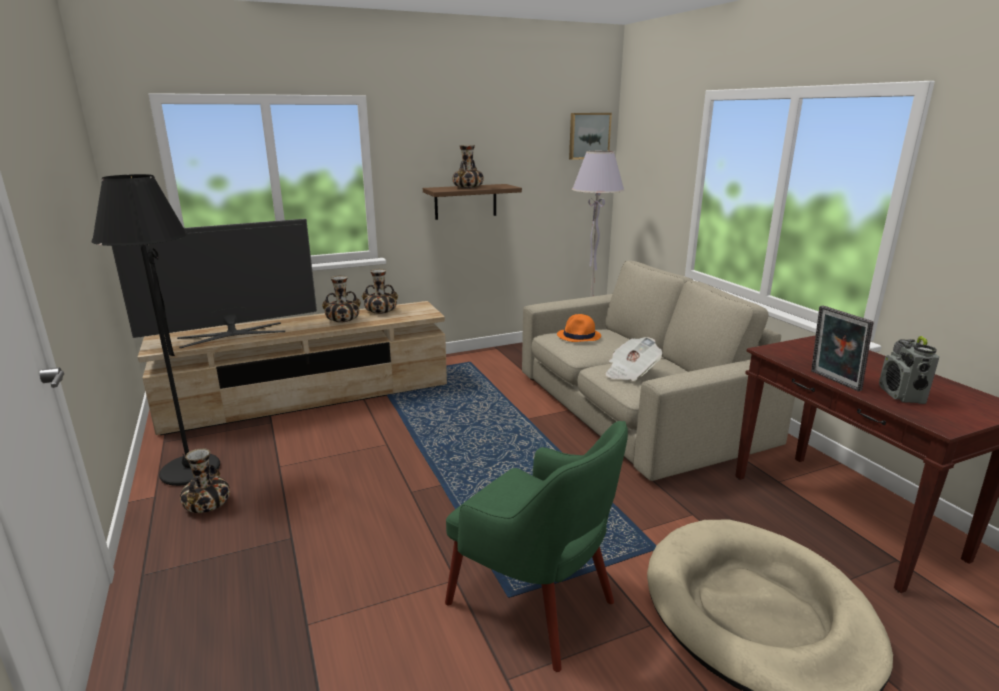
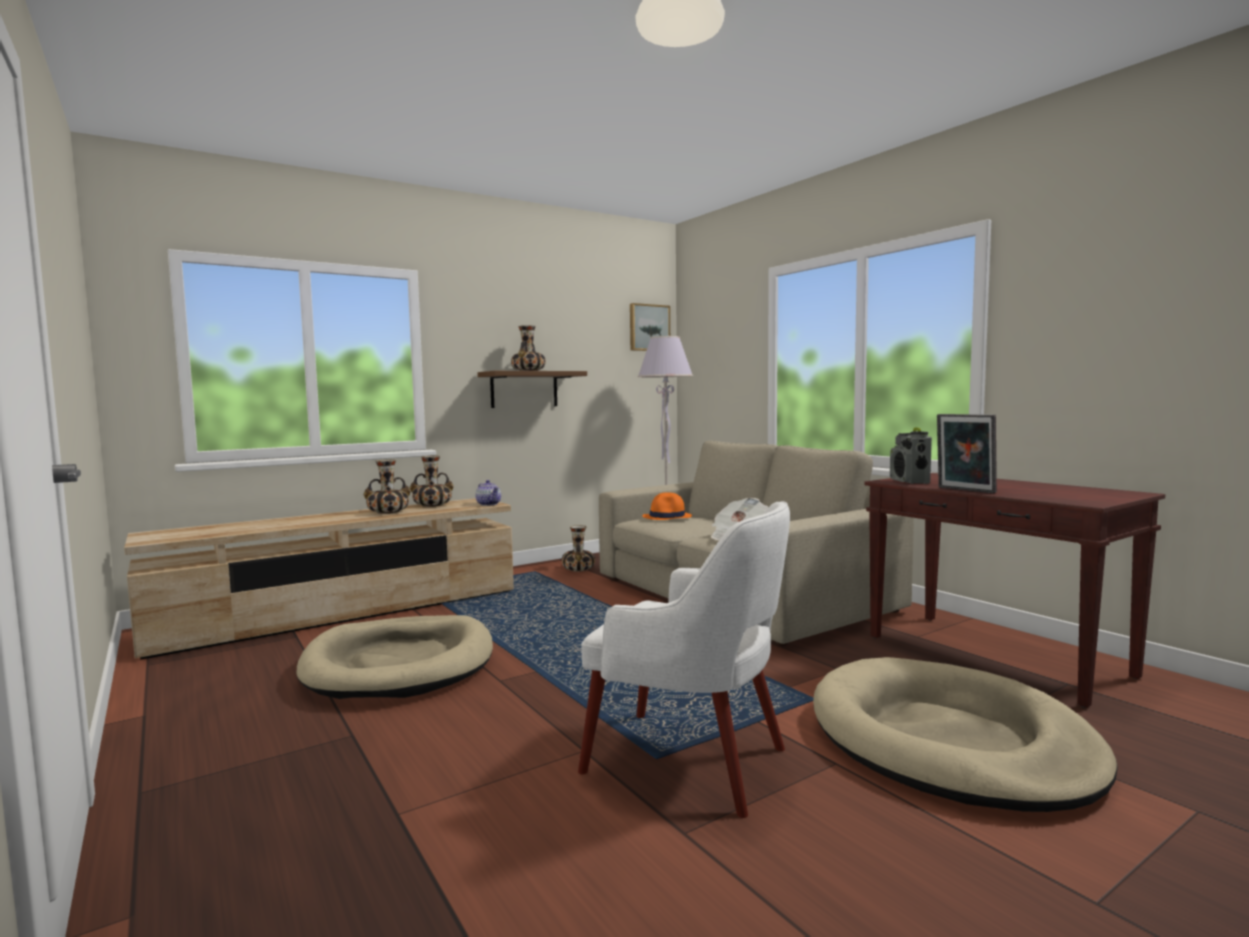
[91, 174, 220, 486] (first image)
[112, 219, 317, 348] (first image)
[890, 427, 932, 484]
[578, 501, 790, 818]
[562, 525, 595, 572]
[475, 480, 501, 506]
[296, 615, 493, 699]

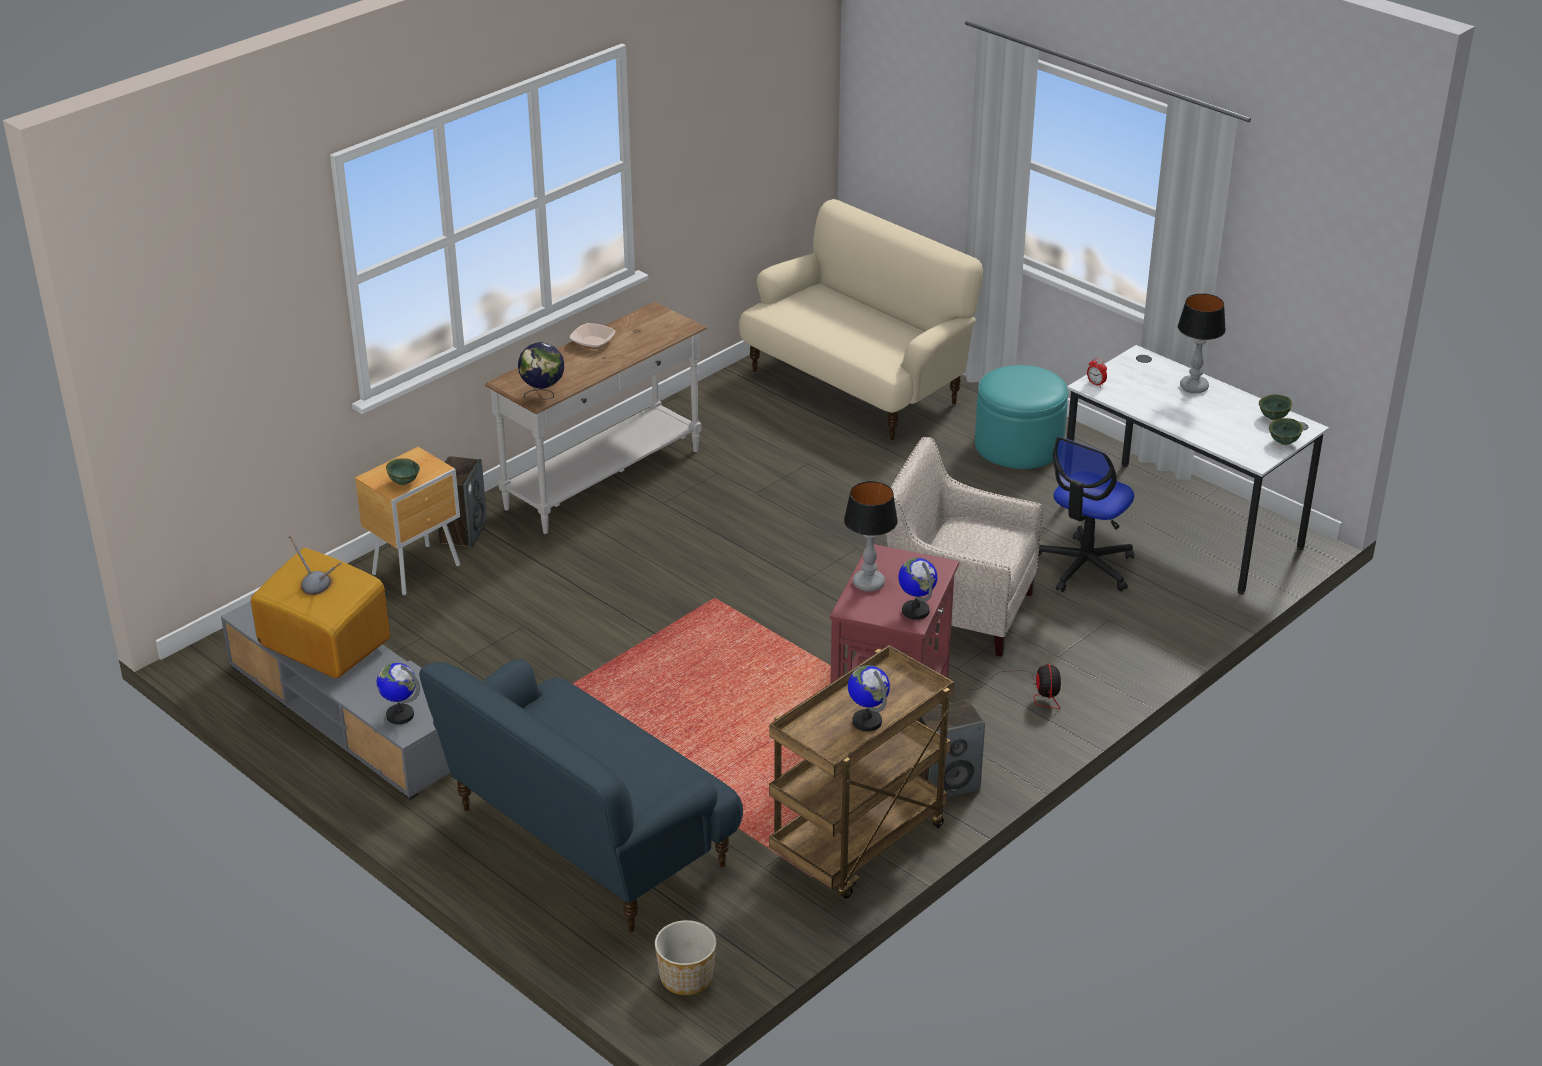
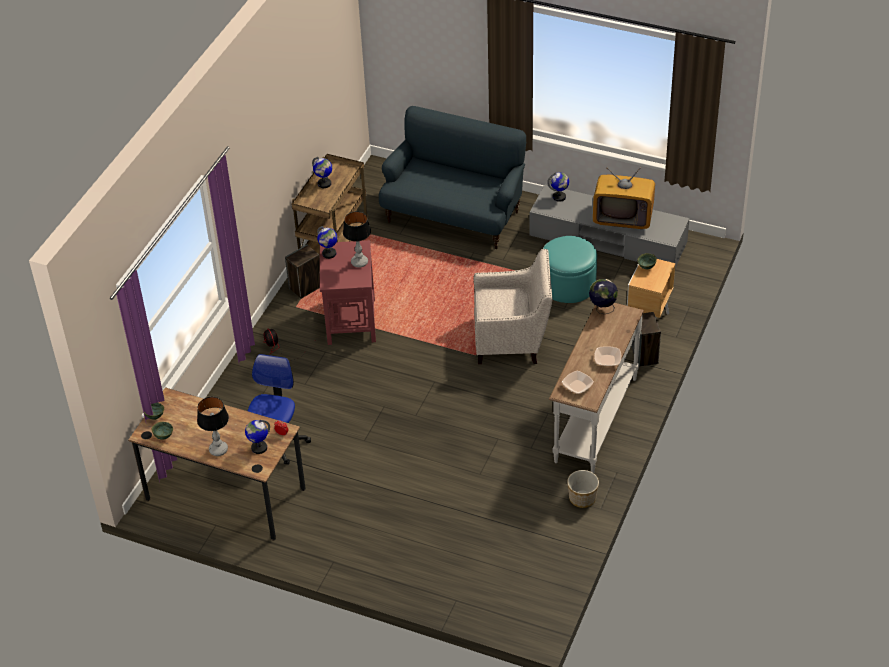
[739, 199, 983, 441] (first image)
[128, 387, 305, 541]
[543, 236, 597, 303]
[473, 249, 552, 364]
[567, 470, 599, 508]
[562, 371, 594, 394]
[245, 420, 270, 454]

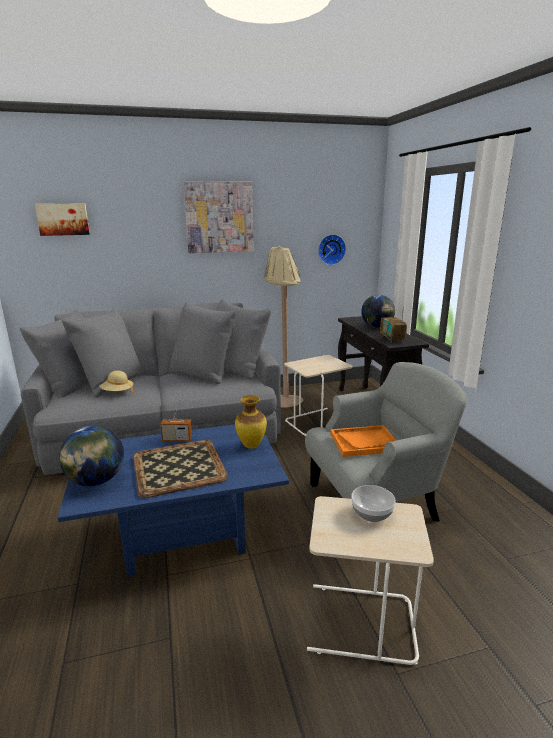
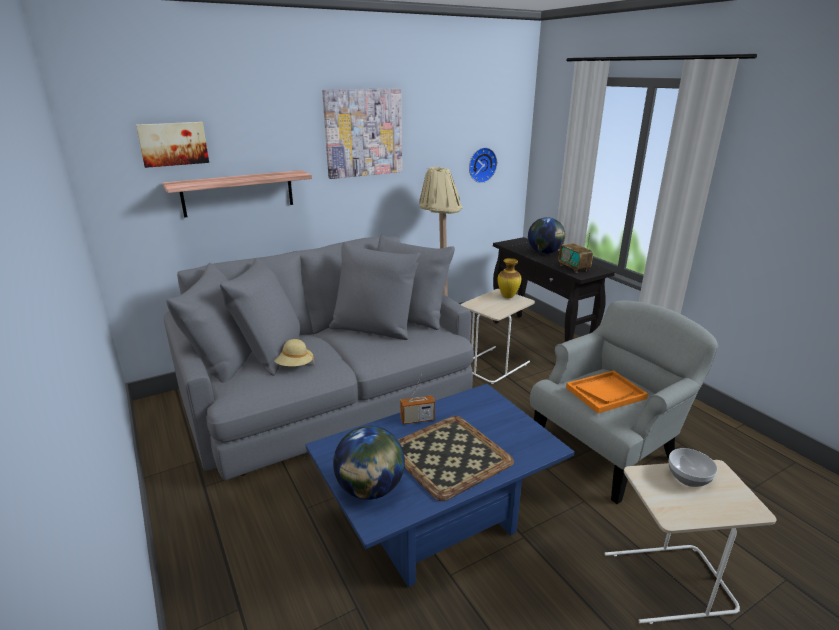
[497, 258, 521, 298]
[163, 170, 312, 218]

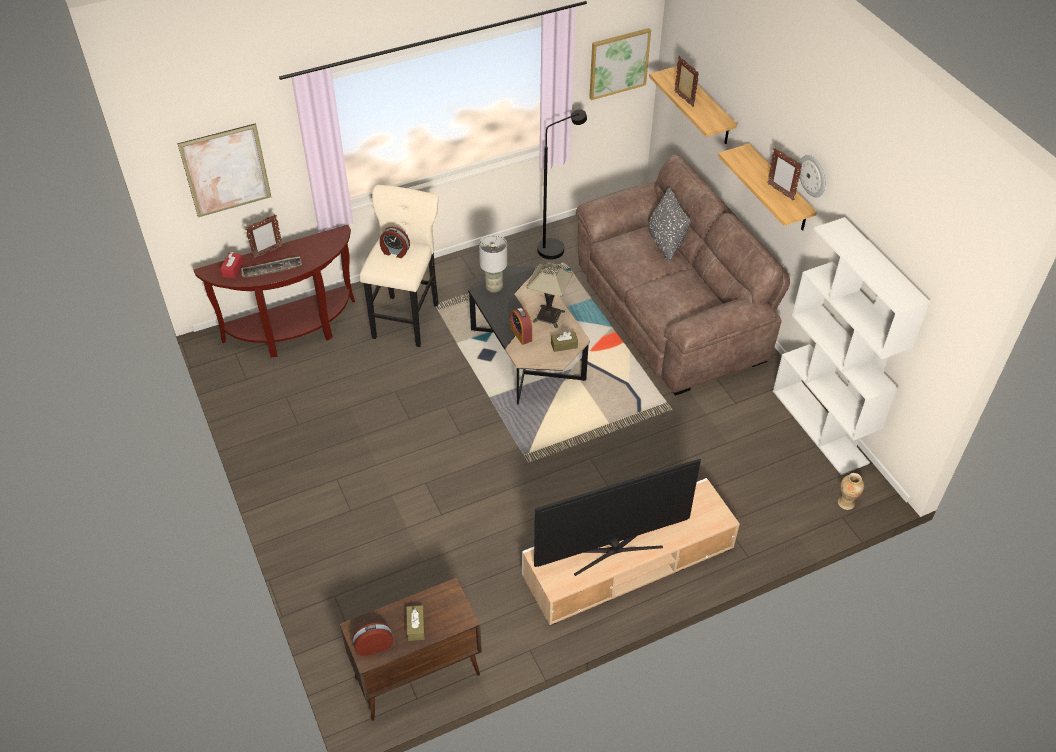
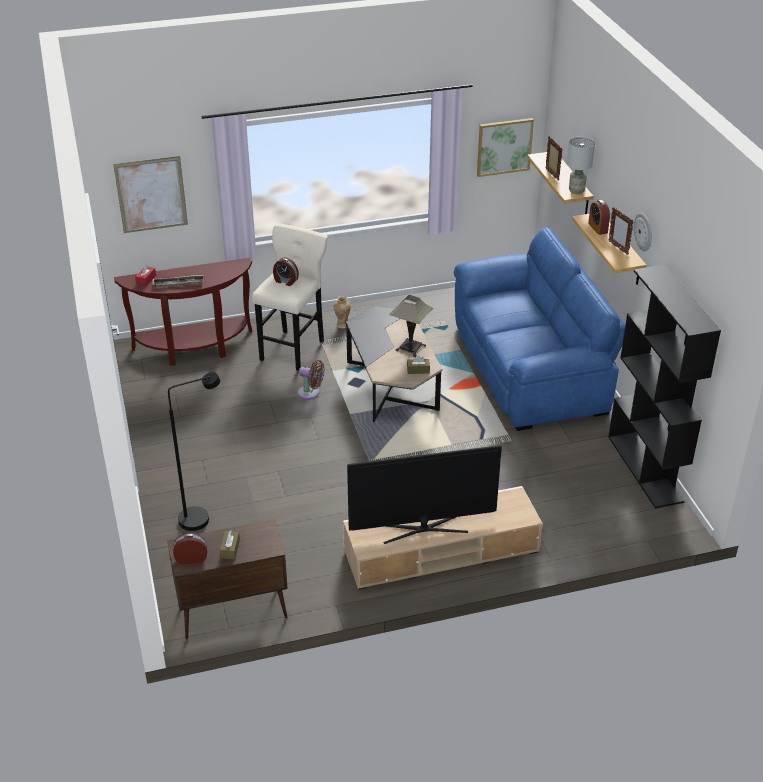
[168, 372, 220, 531]
[454, 227, 625, 431]
[648, 187, 691, 262] (first image)
[245, 214, 283, 259] (first image)
[608, 265, 721, 508]
[567, 137, 595, 194]
[588, 200, 610, 235]
[334, 296, 351, 329]
[298, 360, 325, 400]

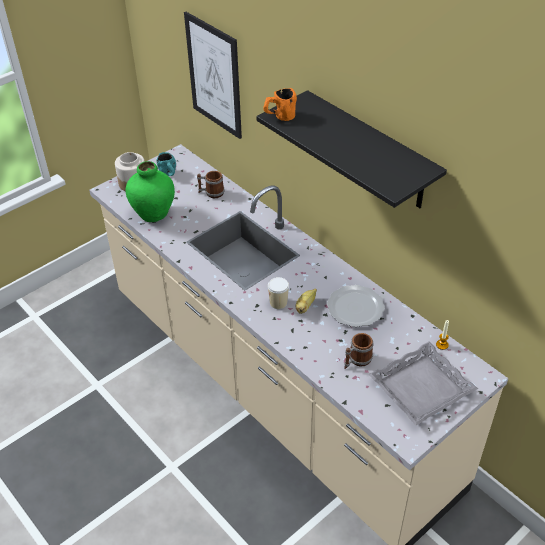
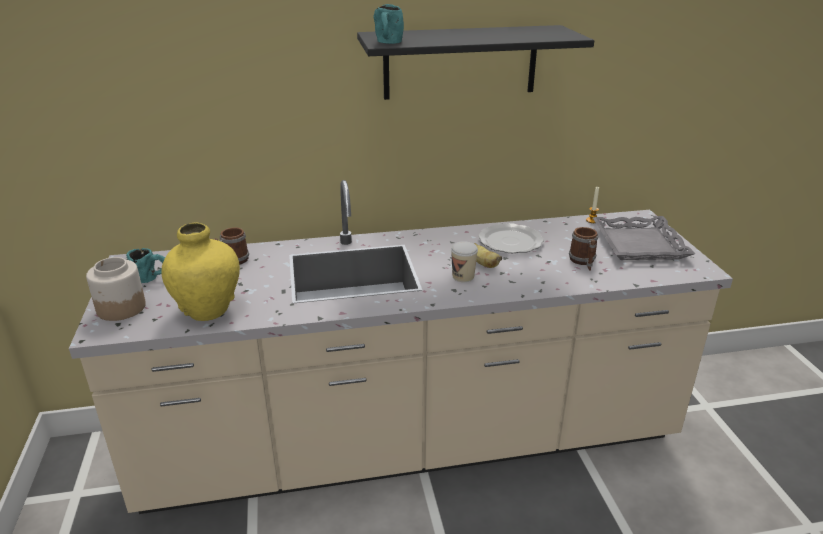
[184, 12, 242, 139] (first image)
[374, 4, 404, 44]
[161, 223, 240, 321]

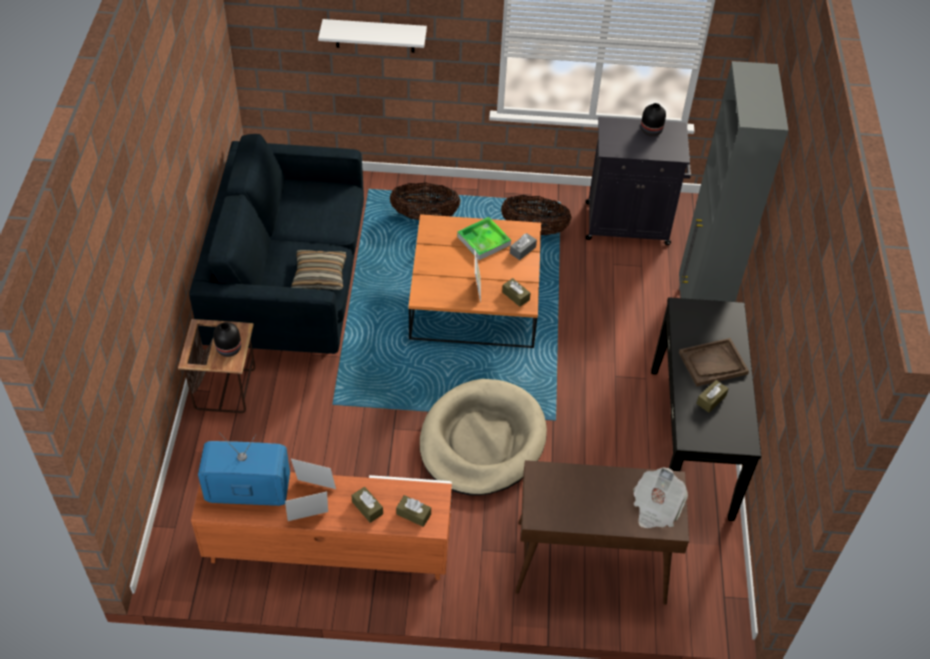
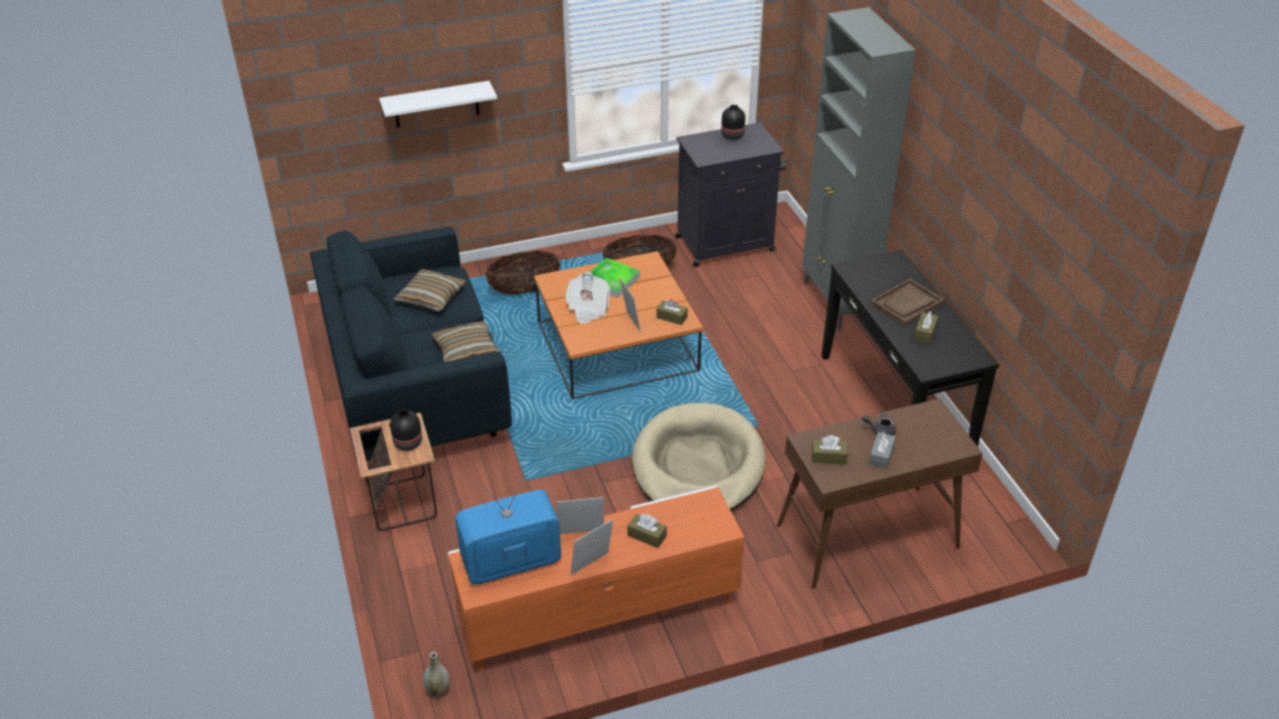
[869, 432, 896, 469]
[565, 272, 611, 324]
[812, 435, 848, 464]
[394, 269, 465, 312]
[862, 411, 896, 436]
[424, 652, 450, 697]

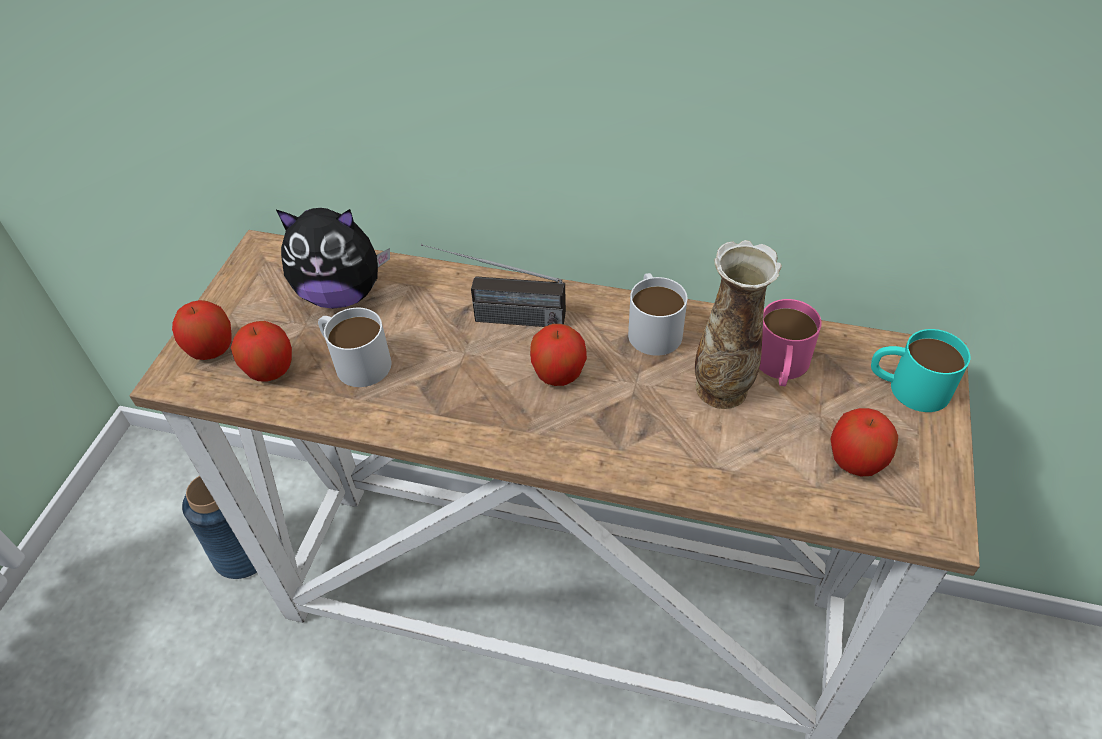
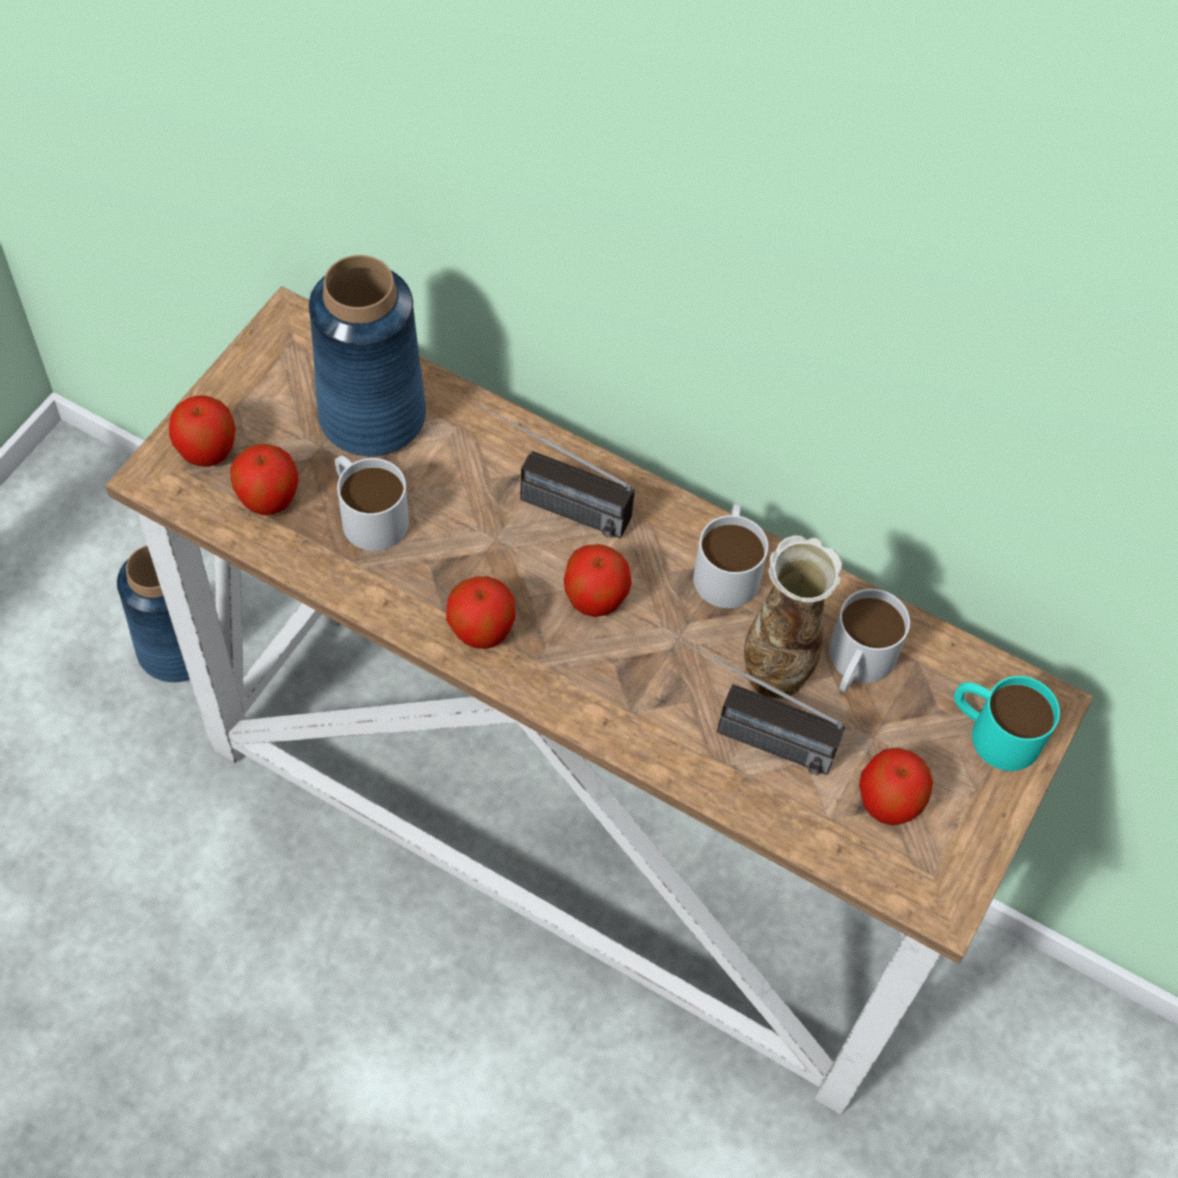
[309, 255, 426, 456]
[829, 589, 910, 692]
[446, 576, 515, 649]
[674, 637, 845, 775]

